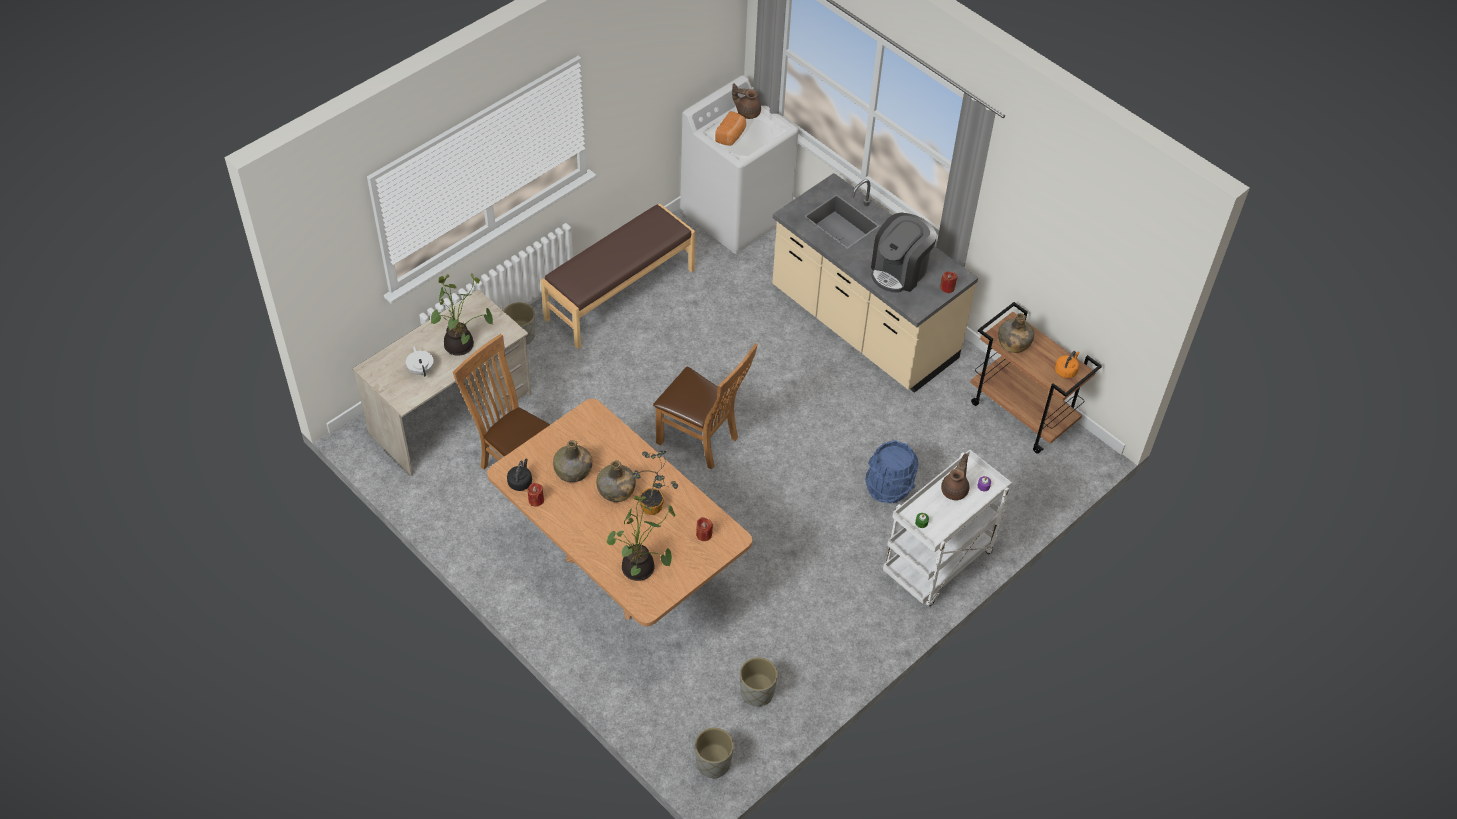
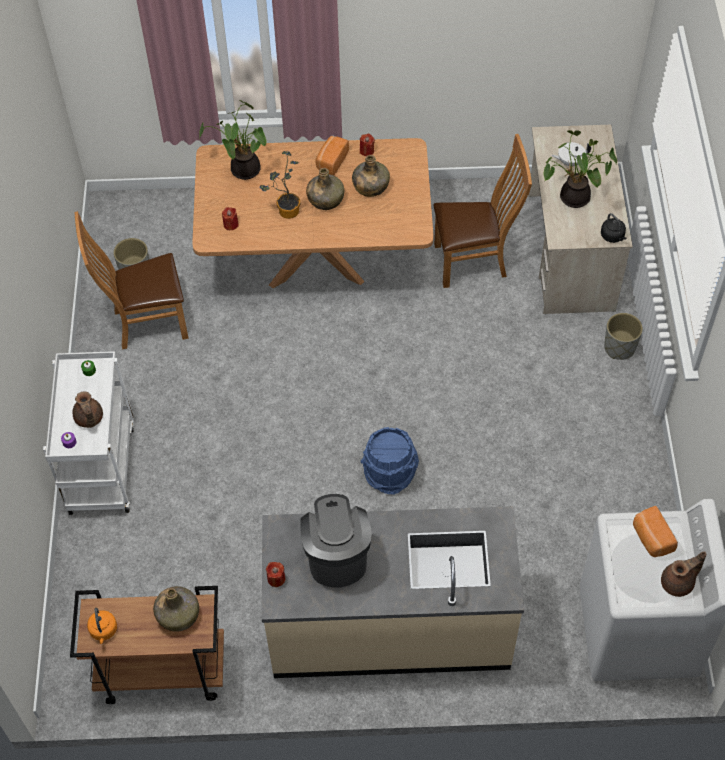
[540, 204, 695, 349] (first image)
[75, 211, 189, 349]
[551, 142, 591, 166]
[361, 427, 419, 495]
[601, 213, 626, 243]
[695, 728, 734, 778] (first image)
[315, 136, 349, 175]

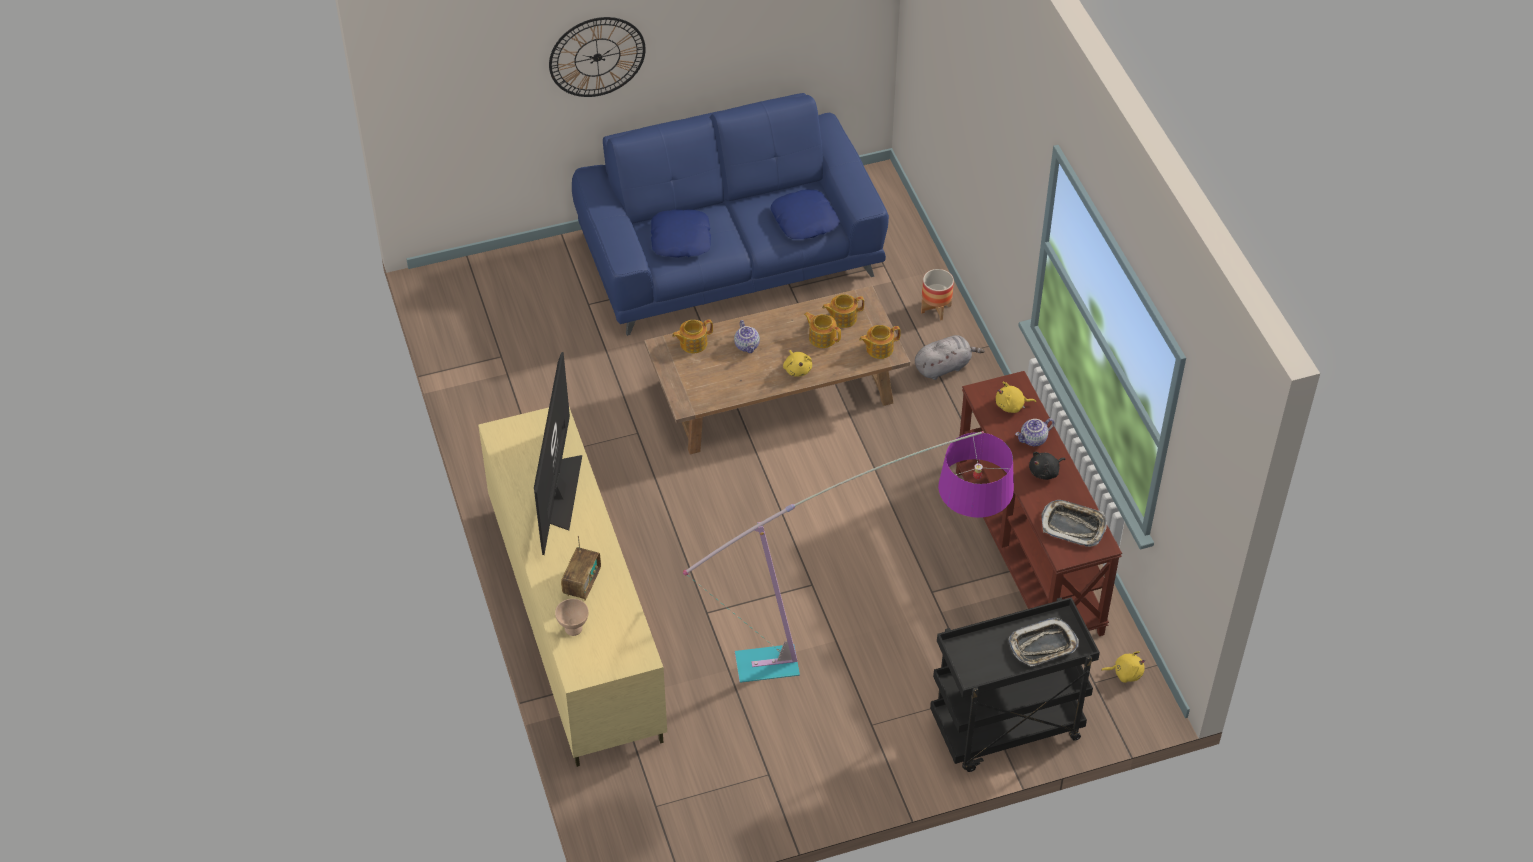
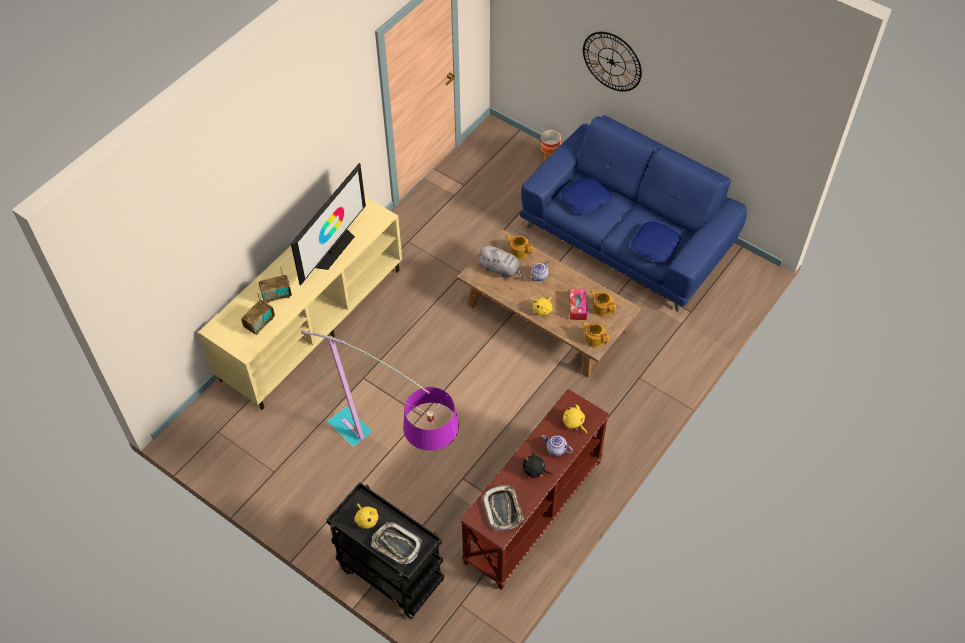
[541, 130, 561, 162]
[569, 289, 587, 320]
[478, 245, 523, 279]
[291, 163, 366, 285]
[555, 599, 589, 636] (first image)
[354, 503, 378, 529]
[241, 294, 275, 335]

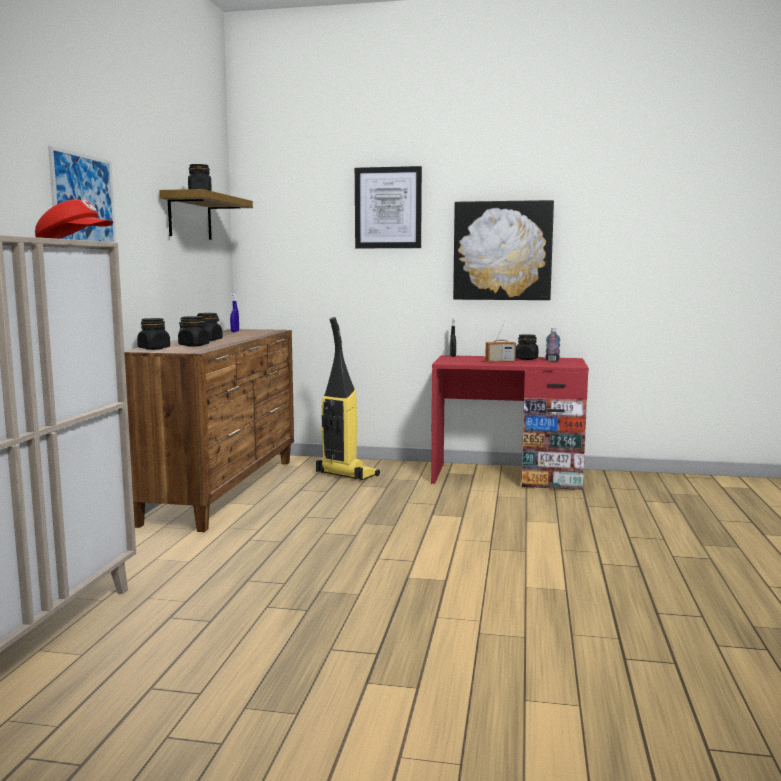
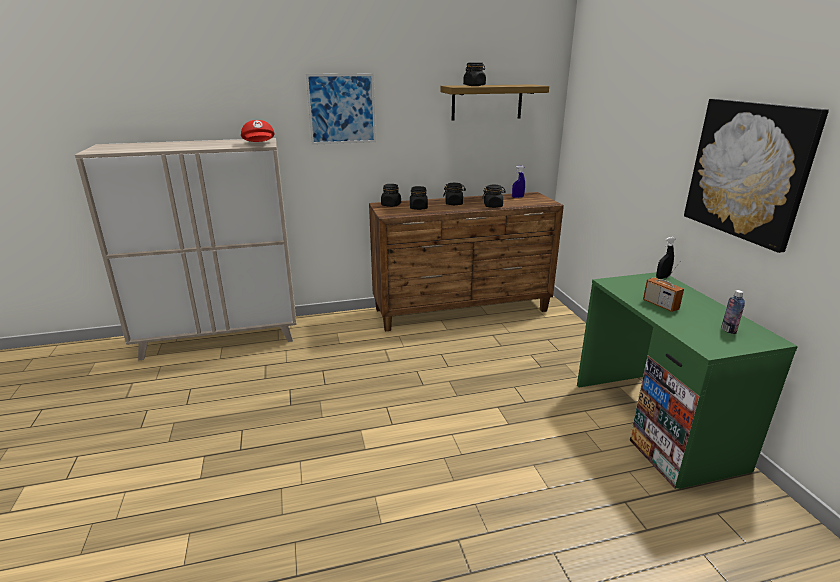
[355, 166, 422, 248] (first image)
[316, 317, 380, 480] (first image)
[482, 185, 506, 208]
[577, 272, 798, 489]

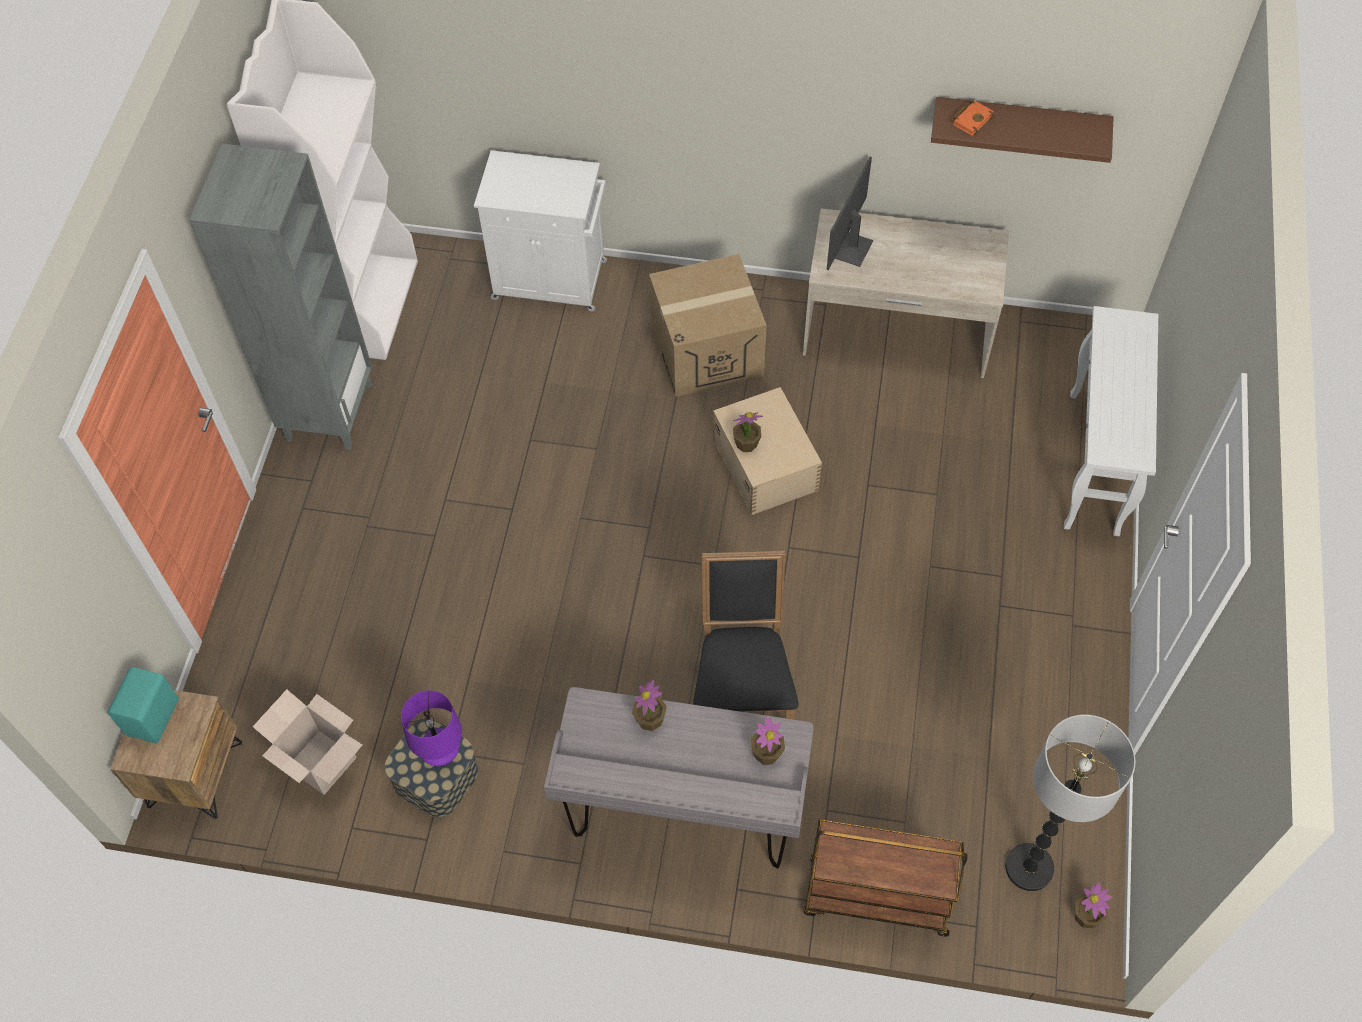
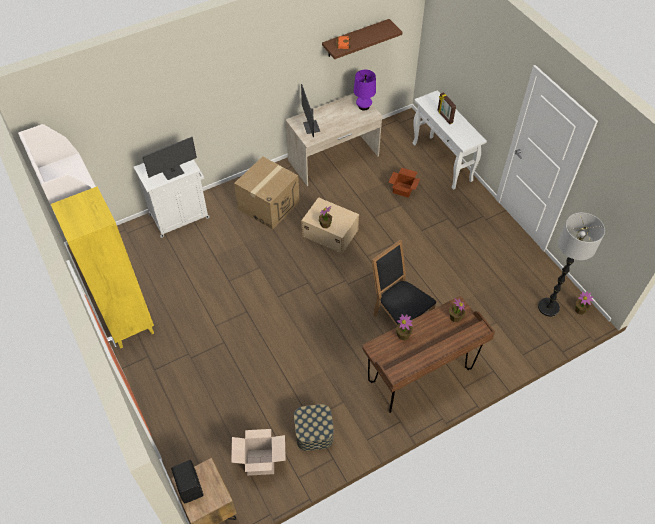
[51, 186, 154, 349]
[171, 460, 204, 503]
[362, 296, 495, 413]
[354, 70, 376, 111]
[803, 819, 968, 937] (first image)
[437, 92, 456, 124]
[143, 137, 197, 180]
[388, 168, 420, 198]

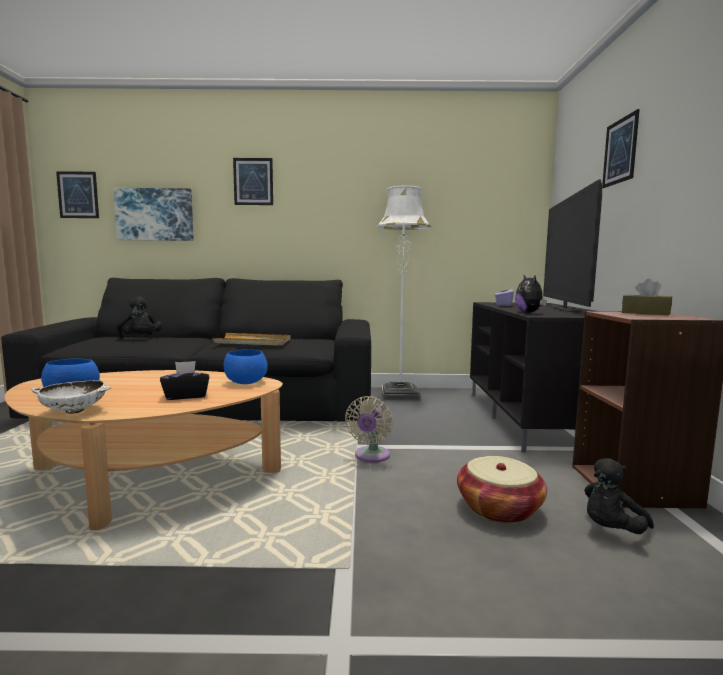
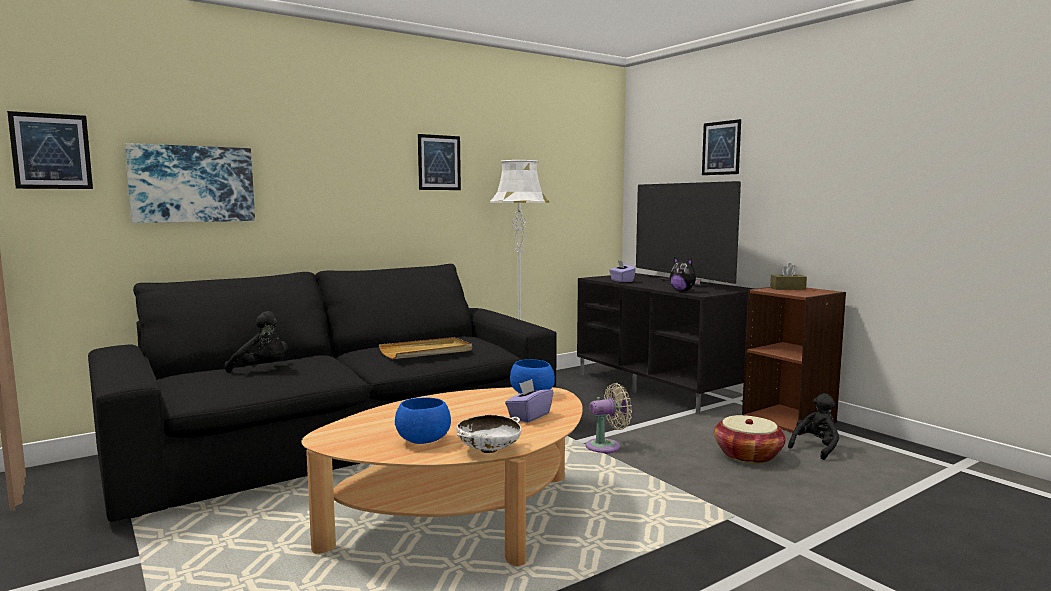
[418, 134, 461, 190]
[505, 379, 554, 423]
[585, 383, 632, 454]
[788, 393, 839, 460]

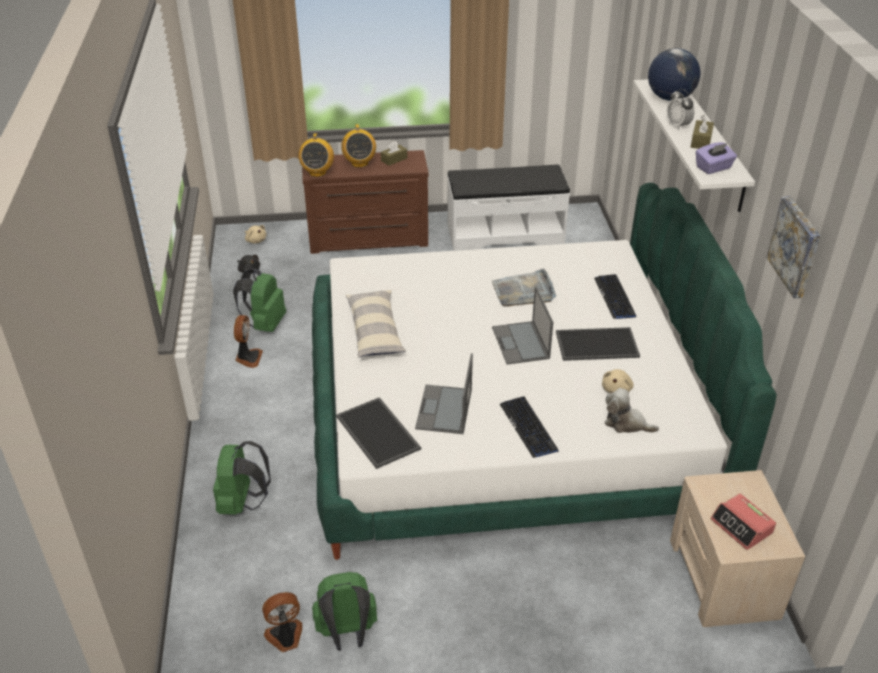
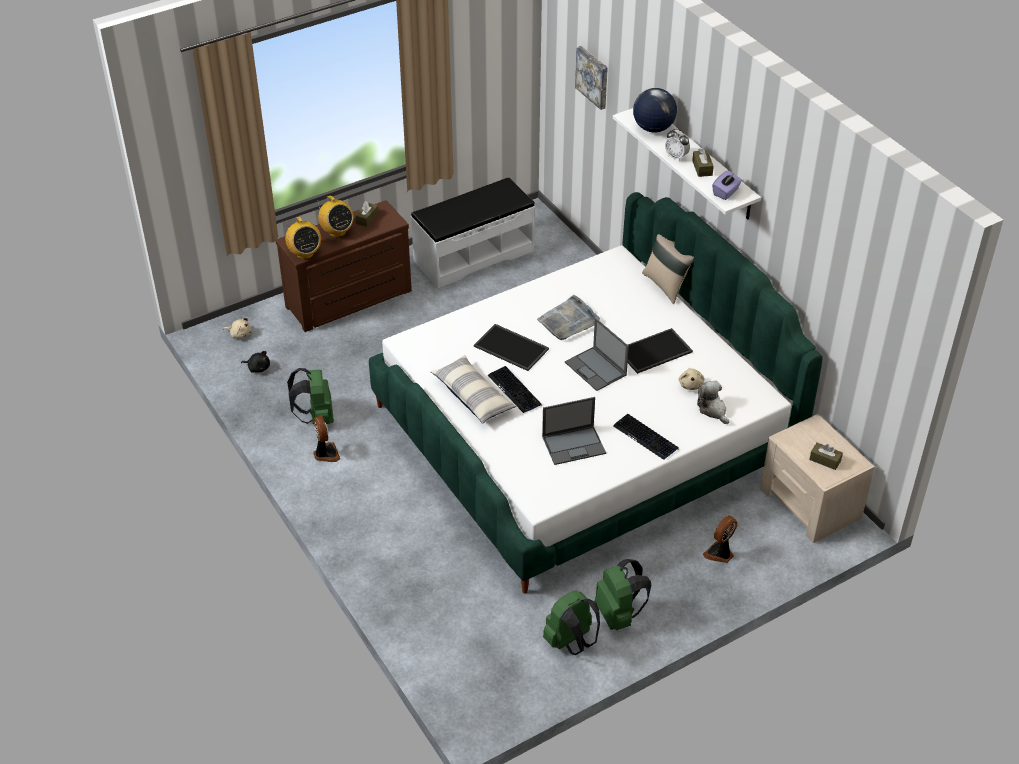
[575, 46, 608, 110]
[488, 366, 542, 413]
[542, 397, 606, 465]
[697, 381, 729, 424]
[474, 324, 549, 371]
[595, 559, 651, 630]
[809, 442, 843, 470]
[703, 515, 737, 563]
[642, 234, 694, 304]

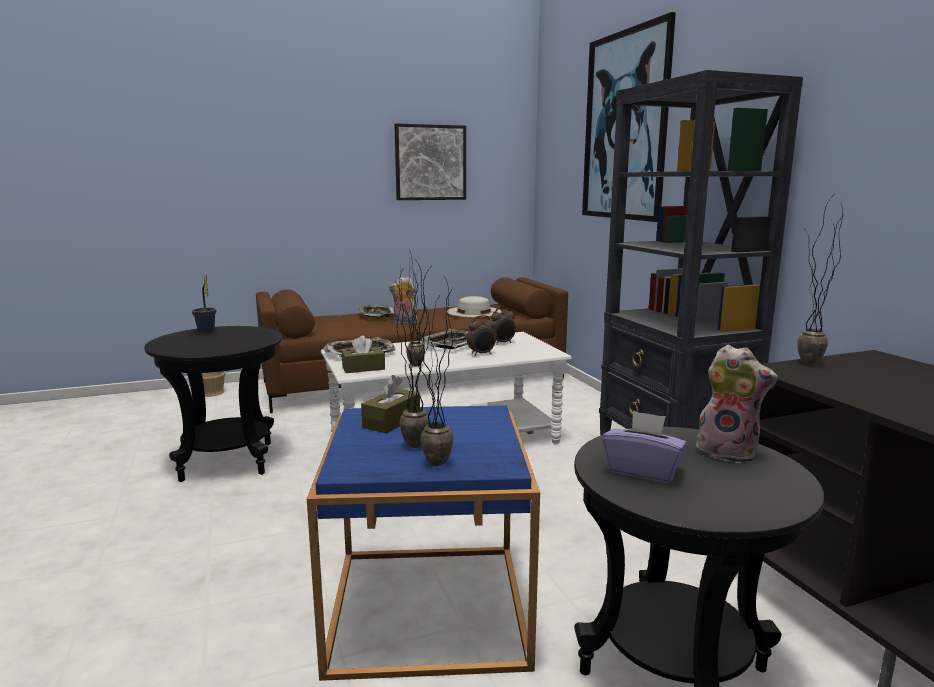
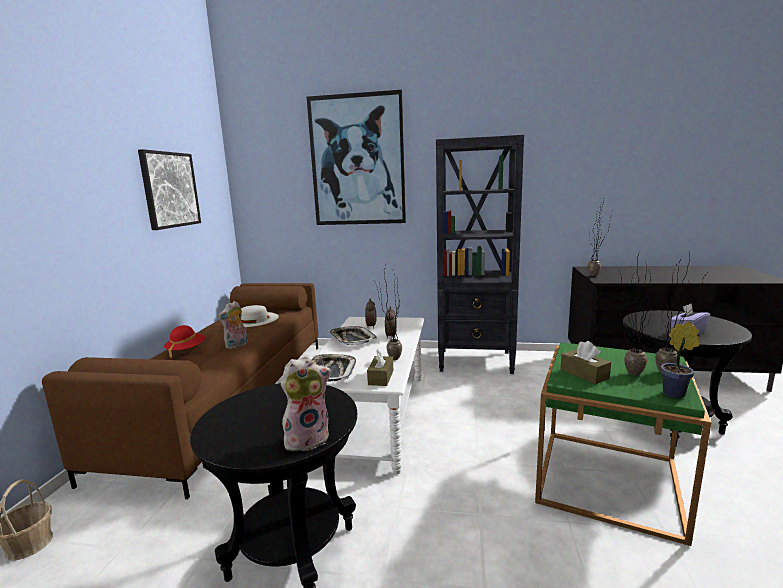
[661, 321, 699, 398]
[164, 325, 206, 357]
[281, 357, 331, 454]
[535, 342, 712, 546]

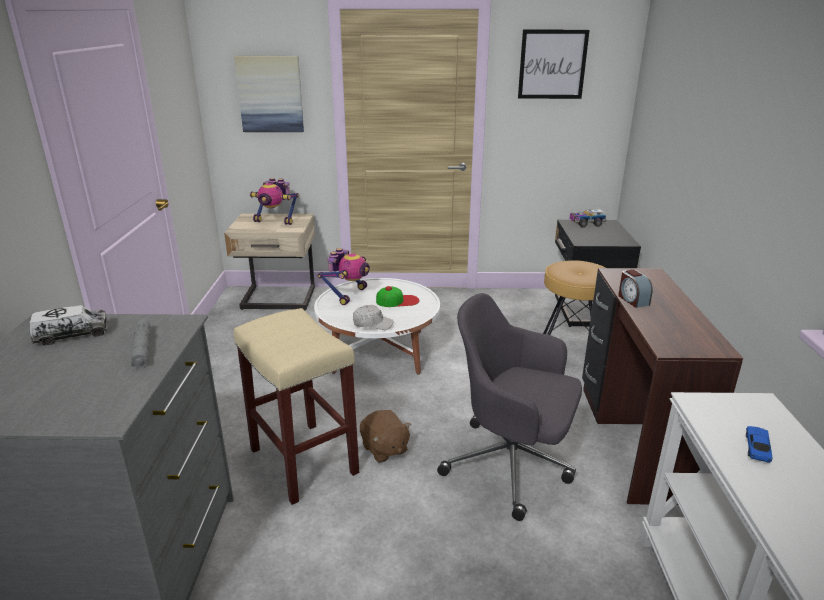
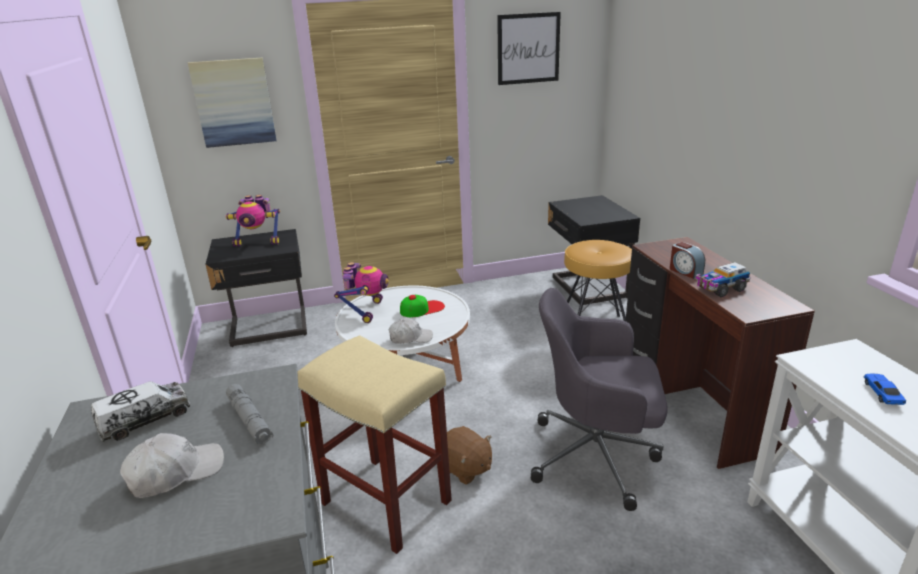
[695, 262, 750, 297]
[205, 229, 307, 347]
[120, 433, 224, 498]

